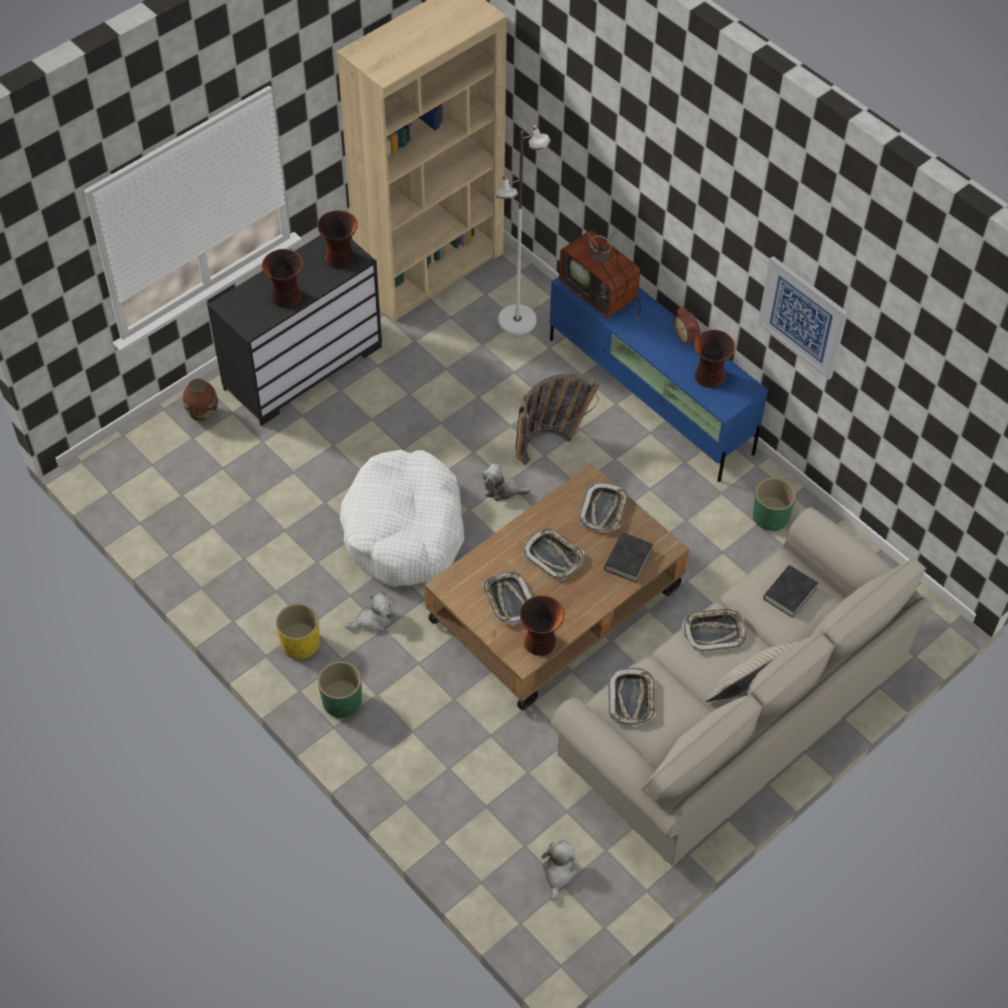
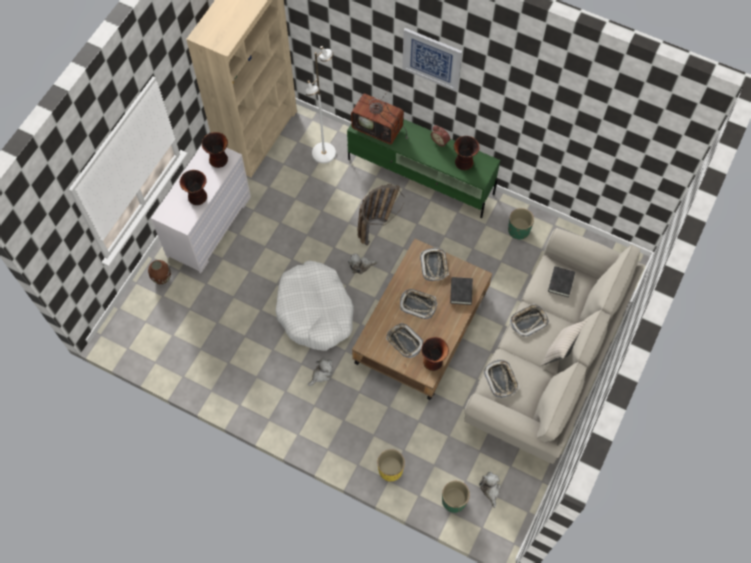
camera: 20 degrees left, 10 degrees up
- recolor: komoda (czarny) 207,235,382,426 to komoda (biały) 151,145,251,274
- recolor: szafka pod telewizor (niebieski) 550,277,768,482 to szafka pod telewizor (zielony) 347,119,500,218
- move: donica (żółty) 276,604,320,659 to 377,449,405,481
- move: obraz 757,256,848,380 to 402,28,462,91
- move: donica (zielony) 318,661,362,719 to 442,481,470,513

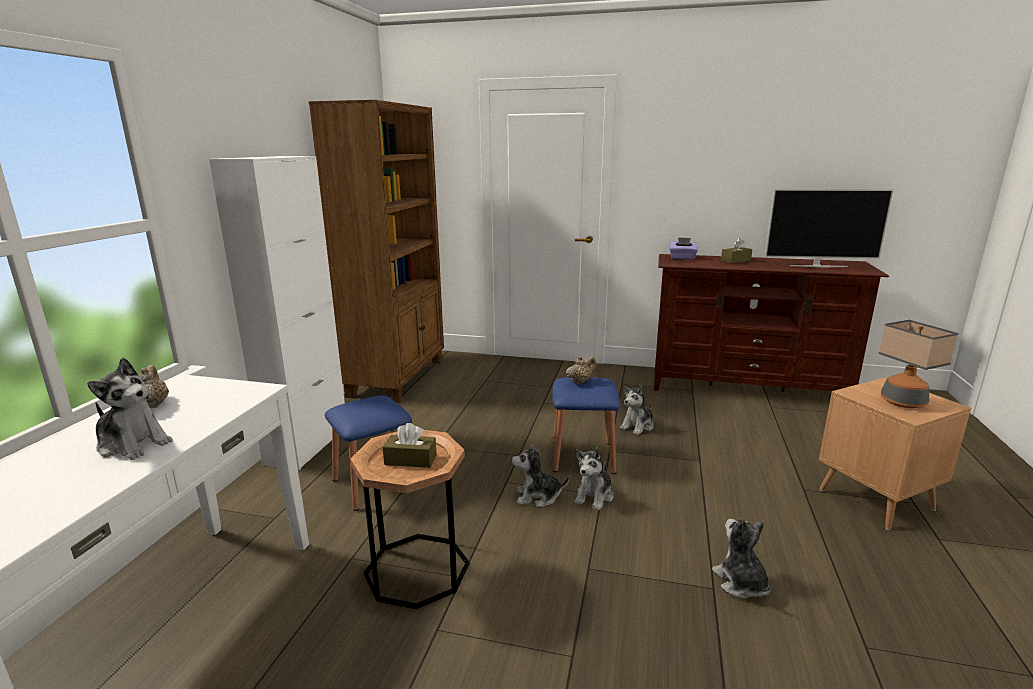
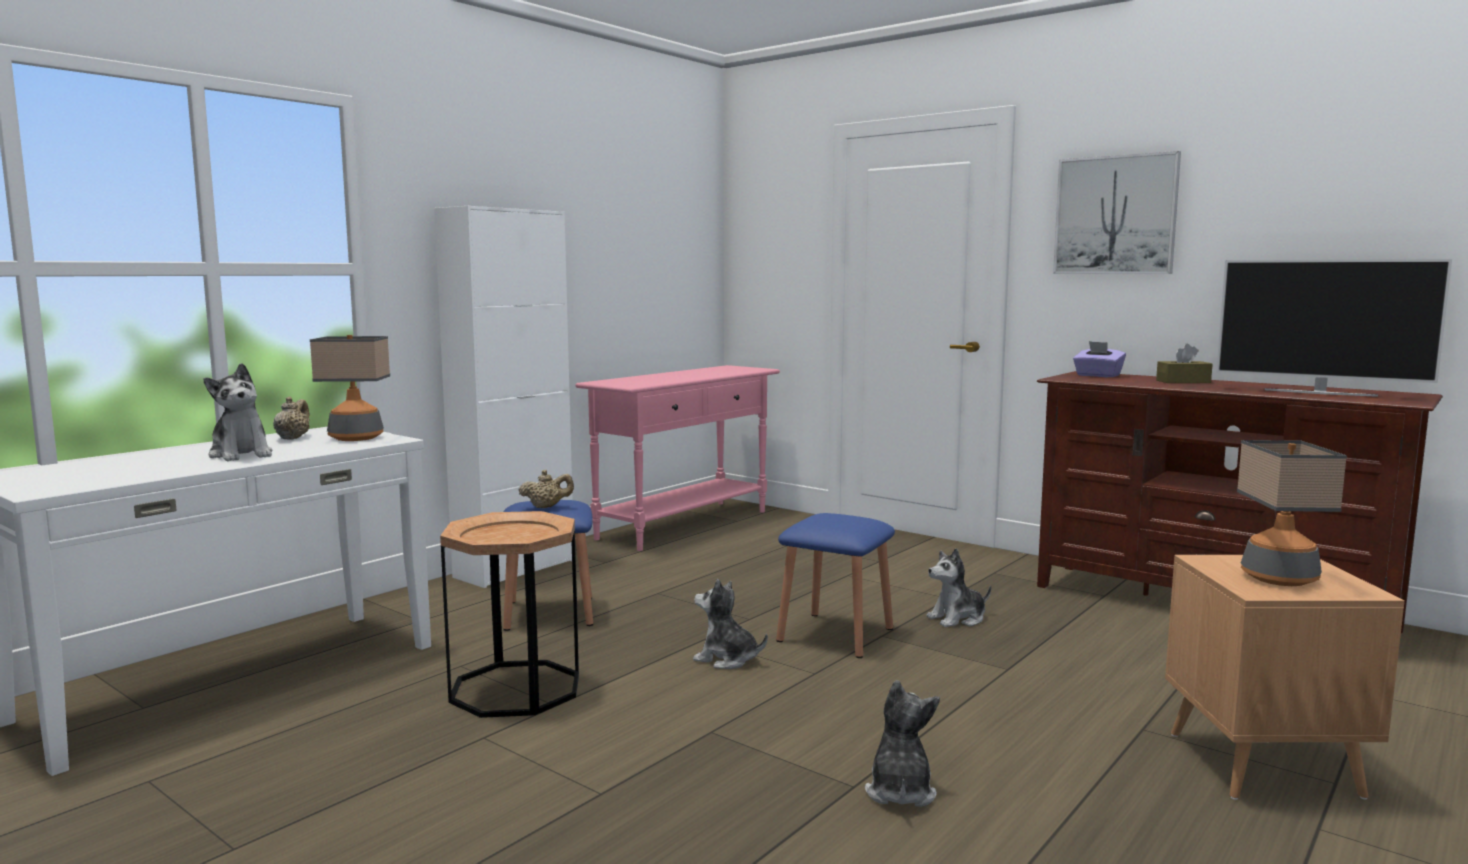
camera: 25 degrees right, 10 degrees down
- insert: lampa stołowa 310,335,390,441
- move: imbryk (beżowy) 566,356,596,384 to 518,470,574,508
- replace: regał (brązowy) 309,100,444,403 to stolik konsolowy (różowy) 576,365,780,551
- insert: obraz 1053,151,1181,274
- delete: pudełko chusteczek (brązowy) 383,423,437,468
- delete: pluszak 574,448,614,511

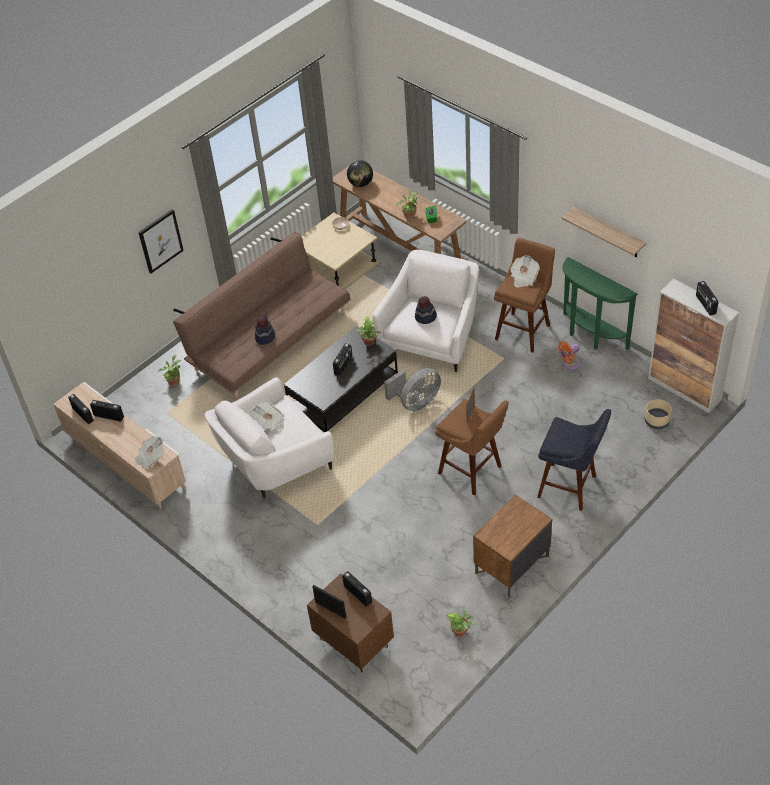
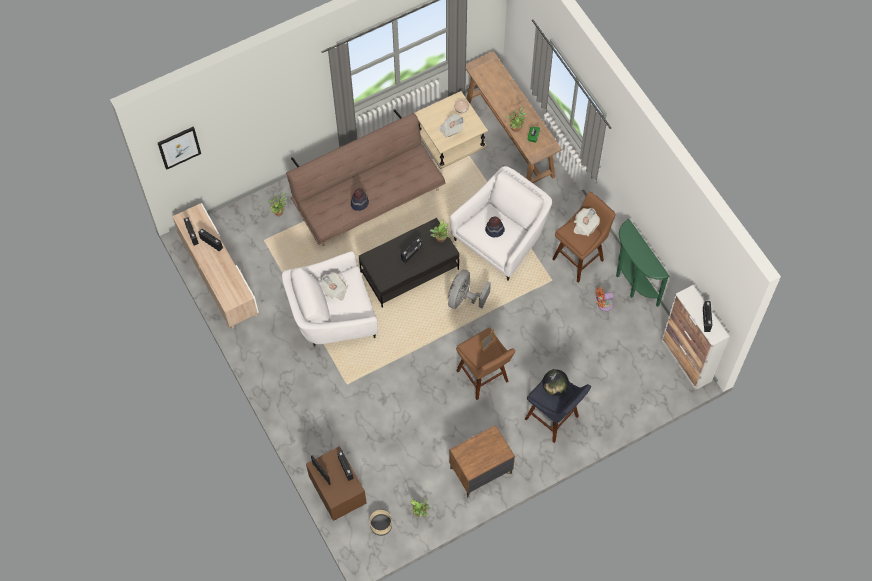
camera: 15 degrees right, 15 degrees up
- move: obraz 138,209,184,273 to 158,127,201,170
- move: donica (beżowy) 645,399,671,429 to 370,510,392,536
- move: gazeta 134,435,164,469 to 439,114,464,138
- rotate: wentylator (szary) 384,368,441,411 = 448,270,491,309 135 degrees clockwise
- move: globus 347,160,373,187 to 542,369,569,396
- delete: półka 561,207,646,257

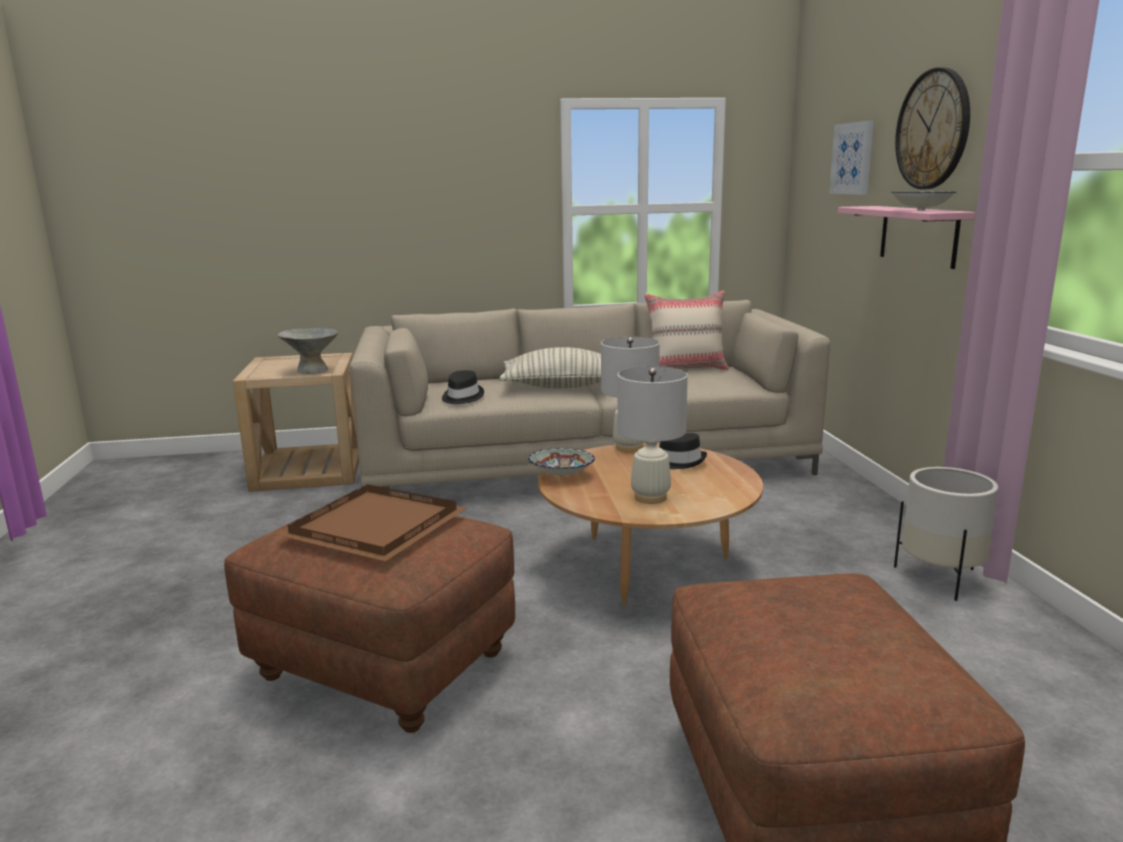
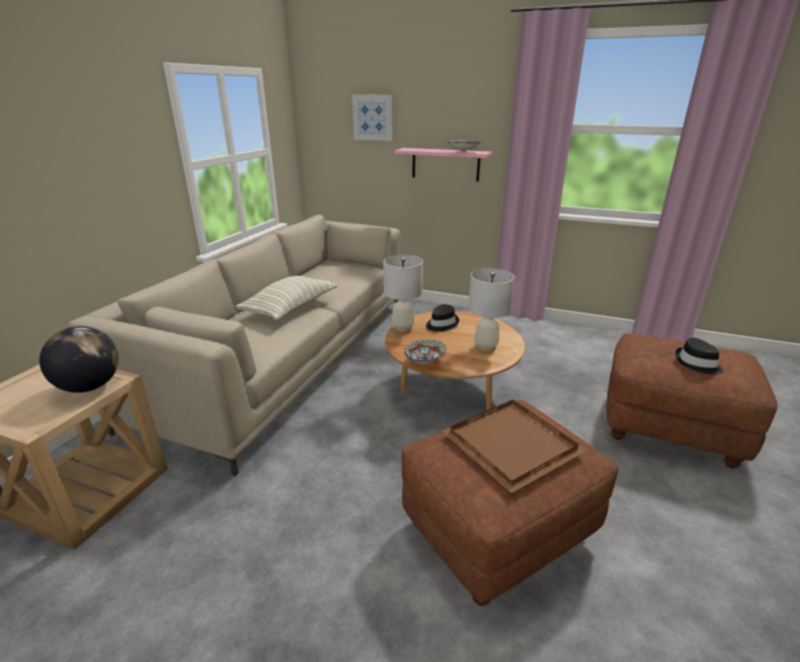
camera: 60 degrees left, 10 degrees up
- replace: miska (szary) 278,328,338,374 to globus 39,326,119,393
- move: kapelusz (czarny) 442,370,484,404 to 675,338,723,374
- delete: poduszka (beżowy) 644,291,729,370
- delete: donica (biały) 894,467,998,601
- delete: zegar ścienny 895,68,970,189

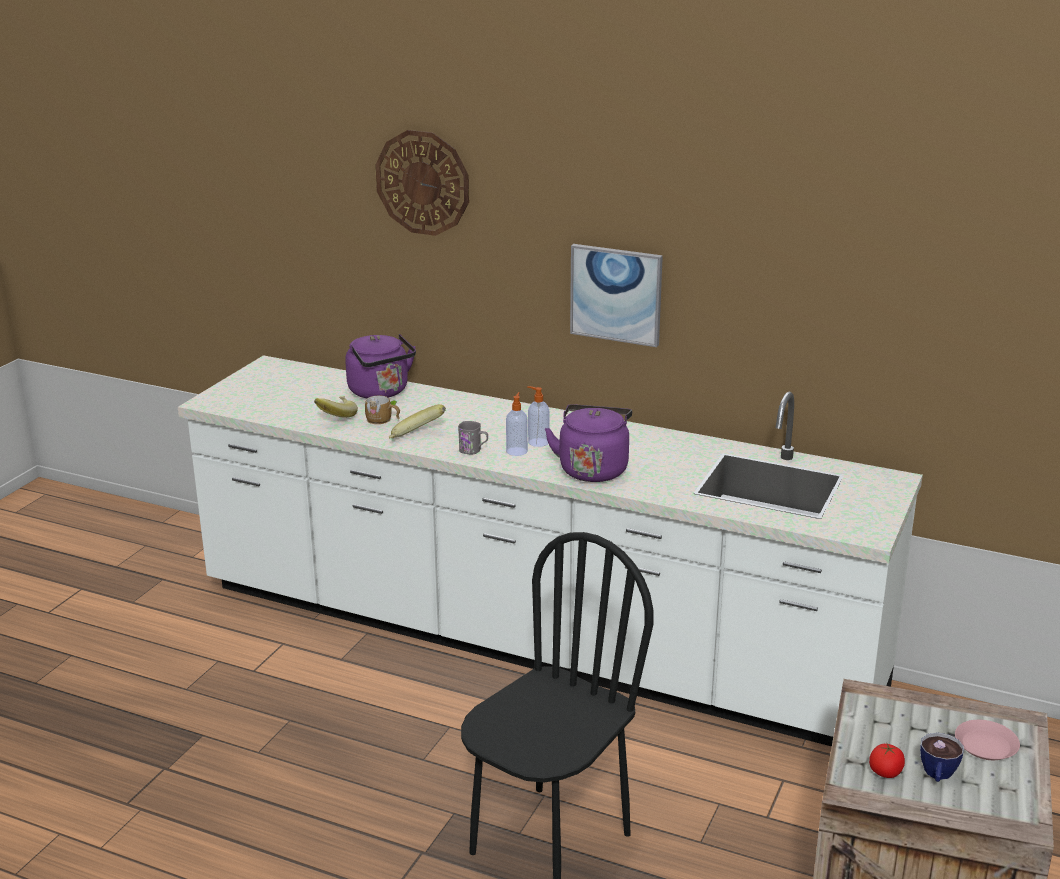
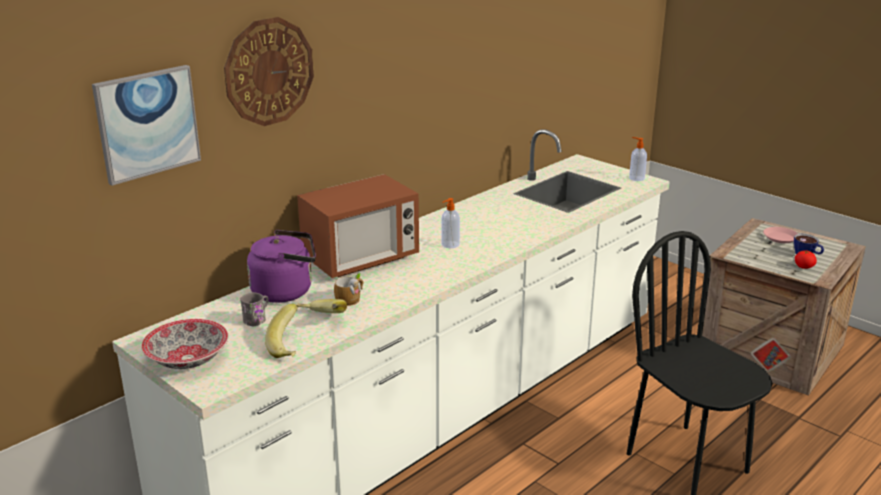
camera: 70 degrees left, 0 degrees up
- move: obraz 570,244,663,347 to 92,65,201,186
- insert: miska 141,319,228,369
- move: kubek (szary) 458,421,488,454 to 240,292,268,326
- move: banan 389,404,446,438 to 265,304,298,358
- insert: mikrofalówka 297,174,419,278
- move: dozownik mydła 506,392,528,456 to 629,137,647,181
- delete: czajnik (fioletowy) 545,404,632,482

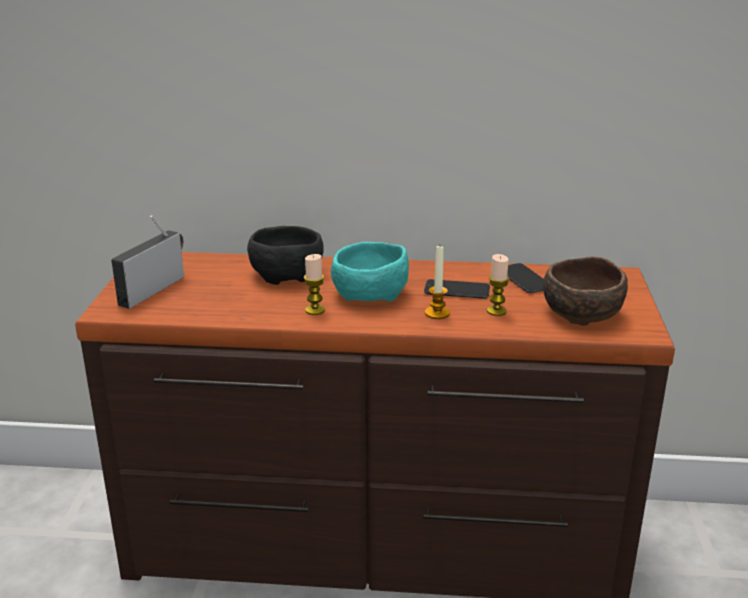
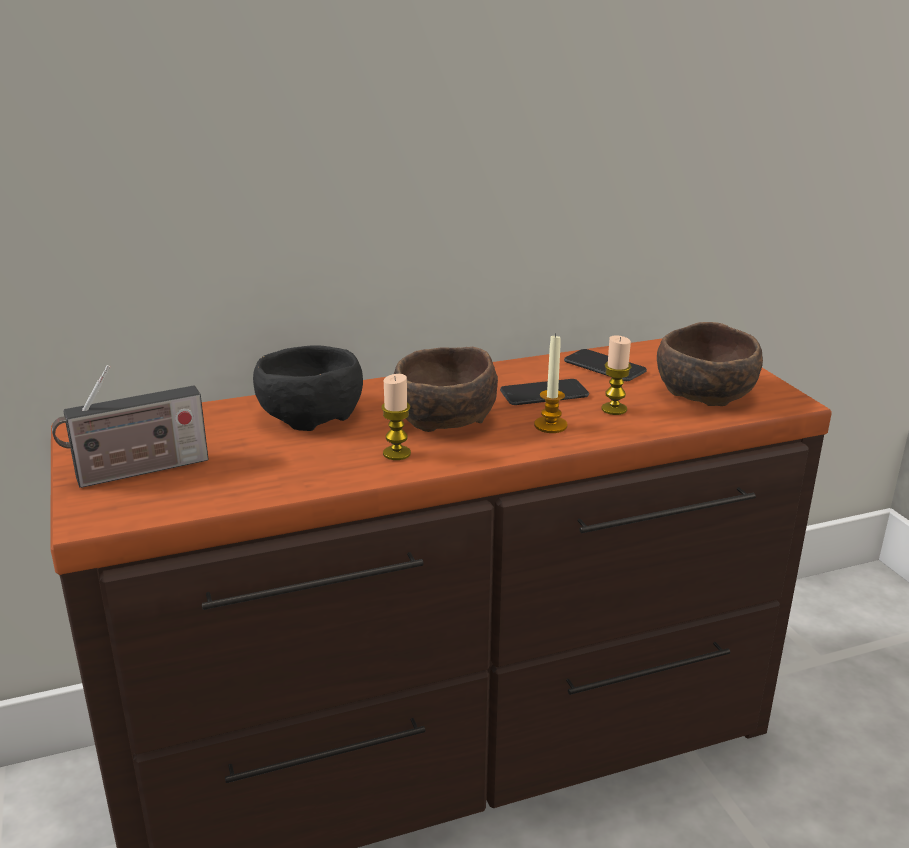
camera: 25 degrees left, 0 degrees up
- rotate: radio 111,215,184,309 = 52,365,208,488 120 degrees counterclockwise
- recolor: miska (turkusowy) 331,242,409,302 to miska (brązowy) 394,347,498,432

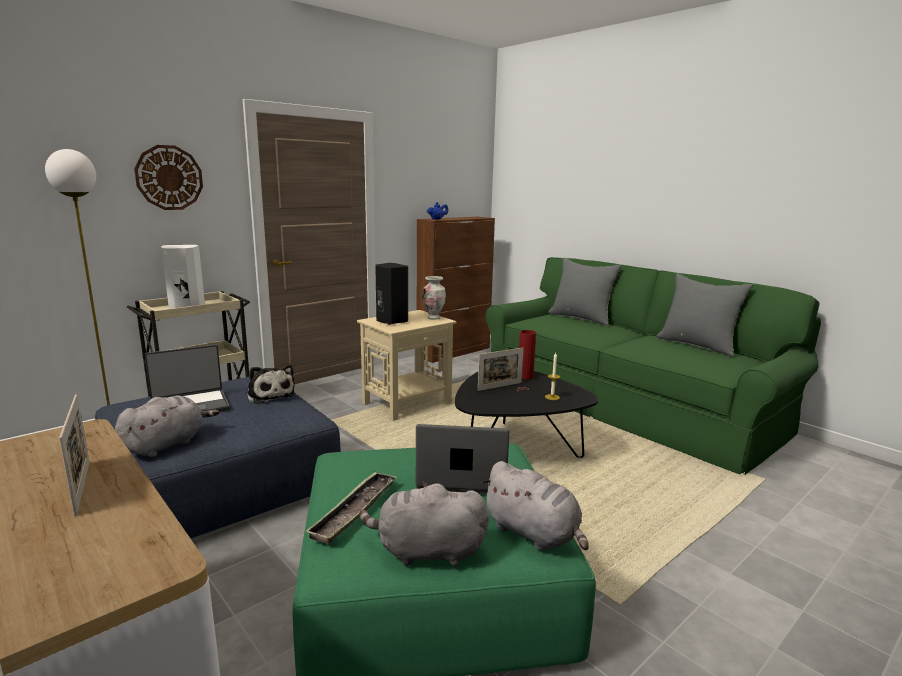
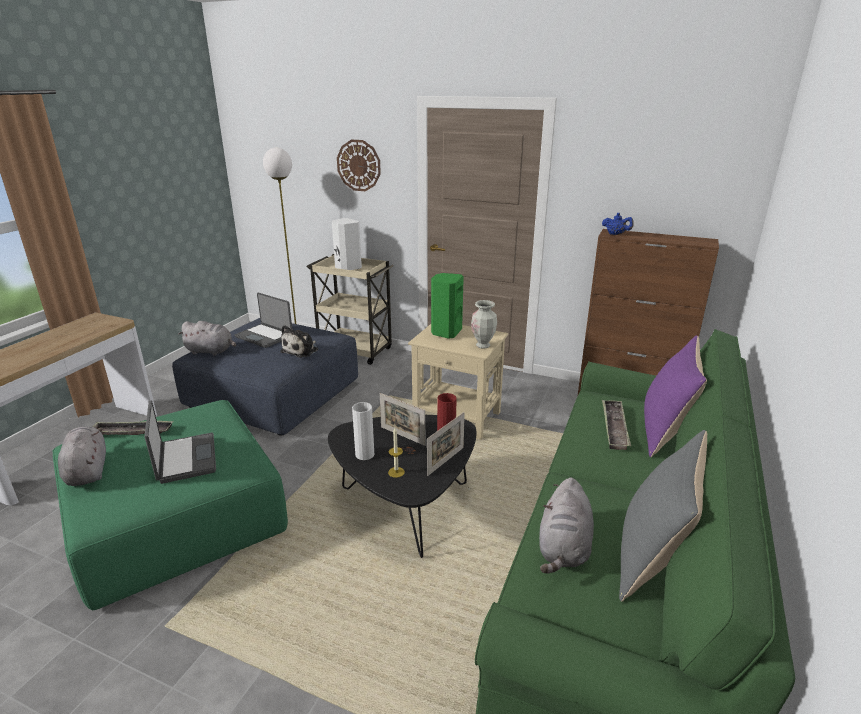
camera: 65 degrees right, 10 degrees up
- insert: wazon (biały) 352,402,374,460
- move: ramka na zdjęcie 59,394,89,516 to 427,412,465,476
- recolor: głośnik (czarny) 375,263,408,325 to głośnik (zielony) 431,273,464,339
- move: pluszak (szary) 481,461,589,551 to 539,478,594,573
- insert: taca 602,400,631,450
- recolor: poduszka (szary) 548,258,622,326 to poduszka (fioletowy) 644,336,707,457

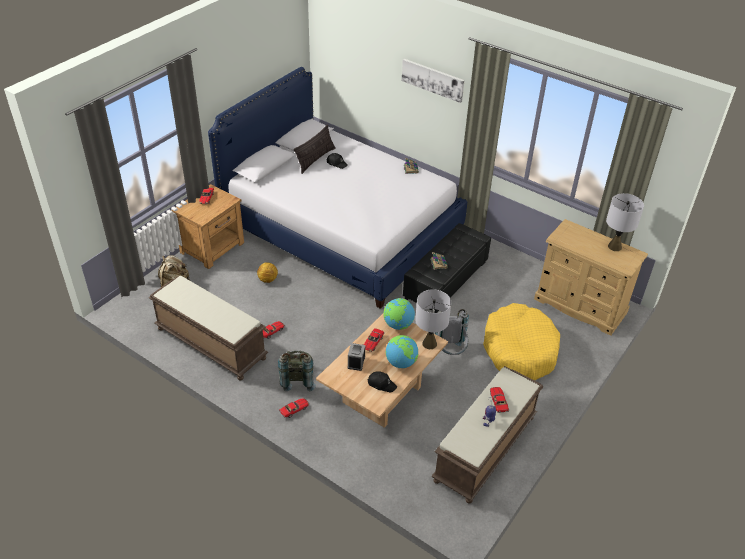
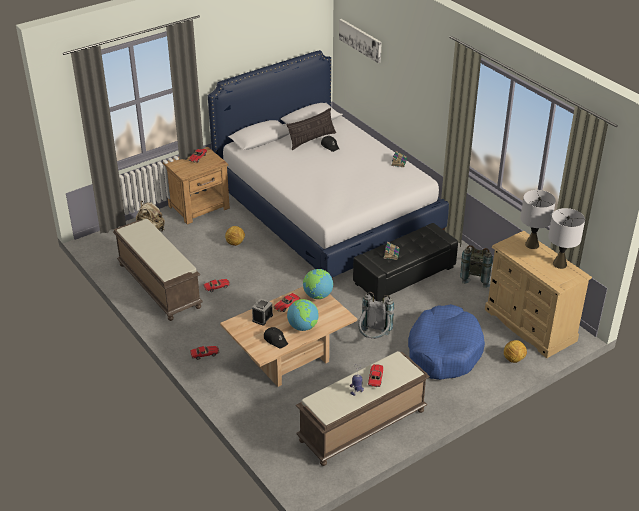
camera: 20 degrees right, 5 degrees down
- move: obraz 402,59,465,103 to 339,19,382,63
- recolor: legowisko (żółty) 483,303,560,381 to legowisko (niebieski) 408,304,485,380
- move: plecak (szary) 278,351,316,391 to 460,245,493,288
- insert: piłka futbolowa 504,340,527,363
- move: lampa stołowa (szary) 415,289,451,349 to 520,190,556,249

